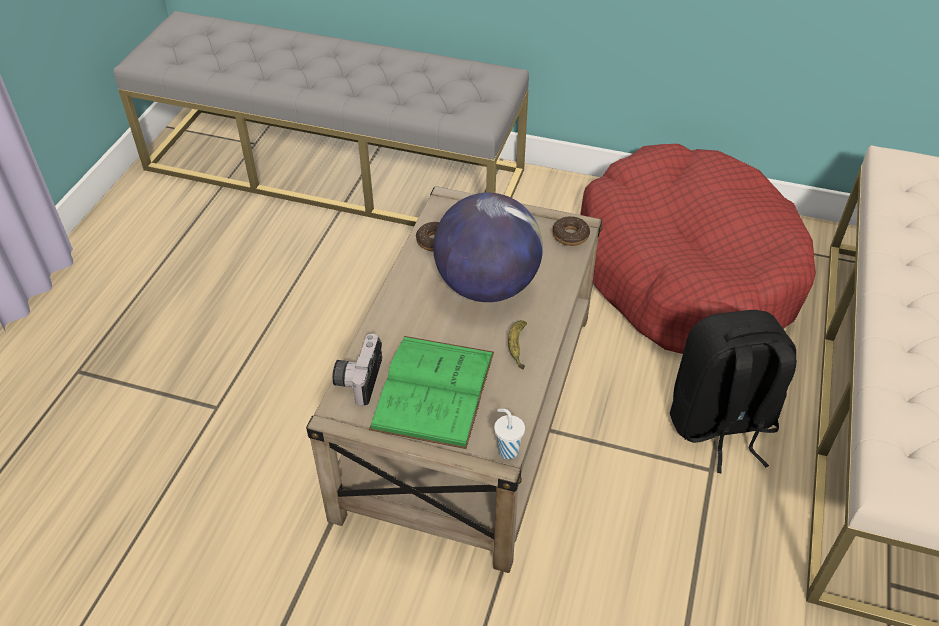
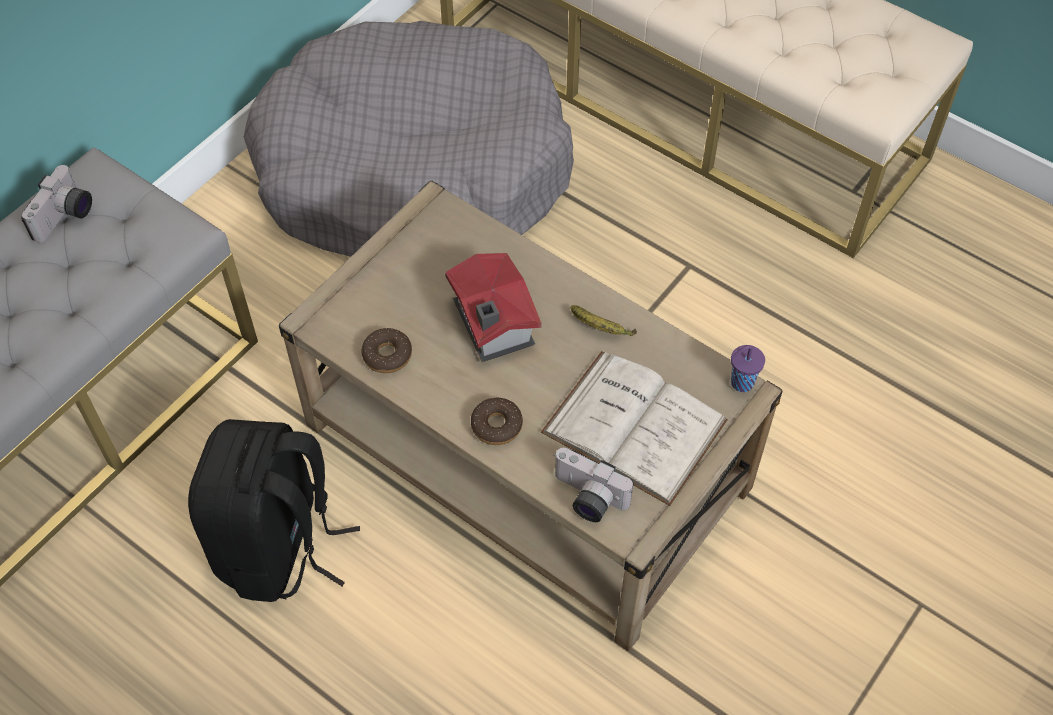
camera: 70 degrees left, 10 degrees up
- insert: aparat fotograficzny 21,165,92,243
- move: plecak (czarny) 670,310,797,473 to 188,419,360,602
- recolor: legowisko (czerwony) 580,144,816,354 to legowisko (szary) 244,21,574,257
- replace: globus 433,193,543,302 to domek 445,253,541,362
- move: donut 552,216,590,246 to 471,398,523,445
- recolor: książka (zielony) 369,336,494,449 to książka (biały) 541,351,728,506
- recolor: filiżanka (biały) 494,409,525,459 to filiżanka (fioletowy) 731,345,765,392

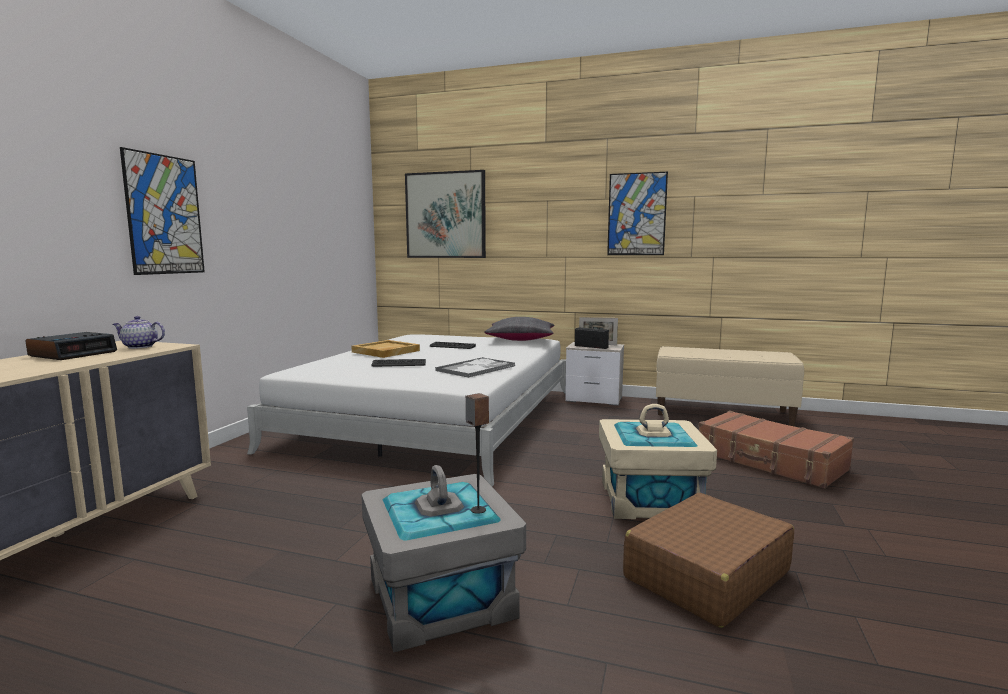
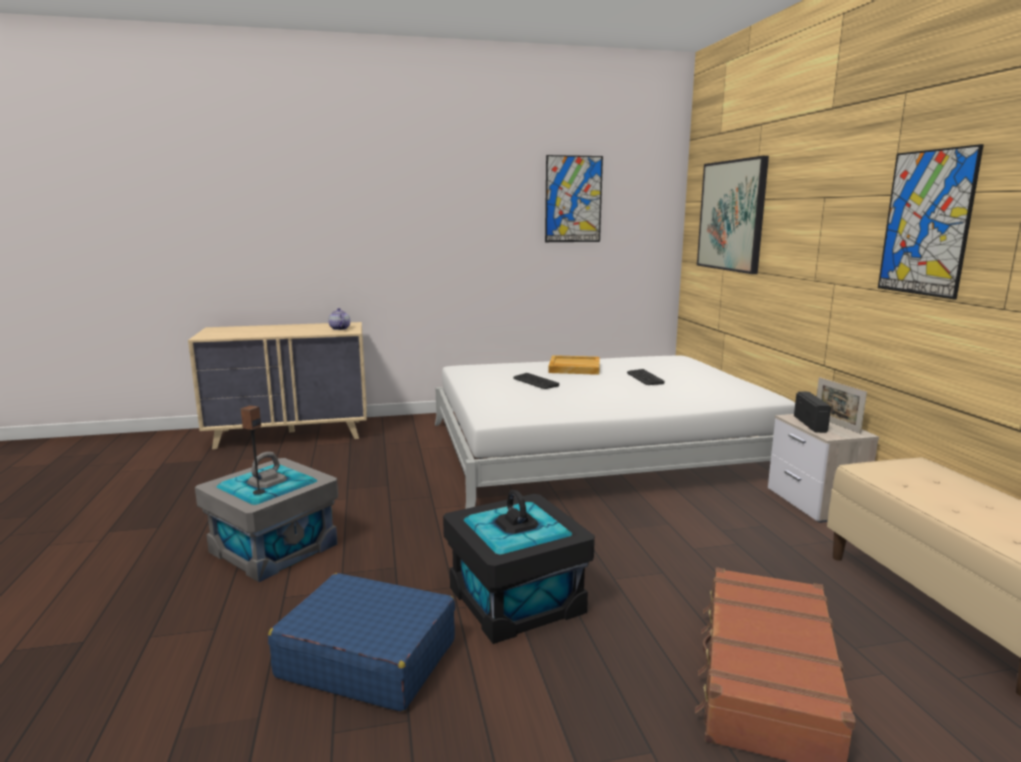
camera: 60 degrees right, 5 degrees up
- recolor: walizka (brązowy) 623,493,794,628 to walizka (niebieski) 268,573,455,712
- recolor: pojemnik do przechowywania (beżowy) 599,404,717,519 to pojemnik do przechowywania (czarny) 443,490,595,644
- move: obraz 120,147,205,275 to 545,155,603,242
- delete: budzik 25,332,117,360
- delete: taca 435,357,515,378
- delete: poduszka (czarny) 484,317,554,341

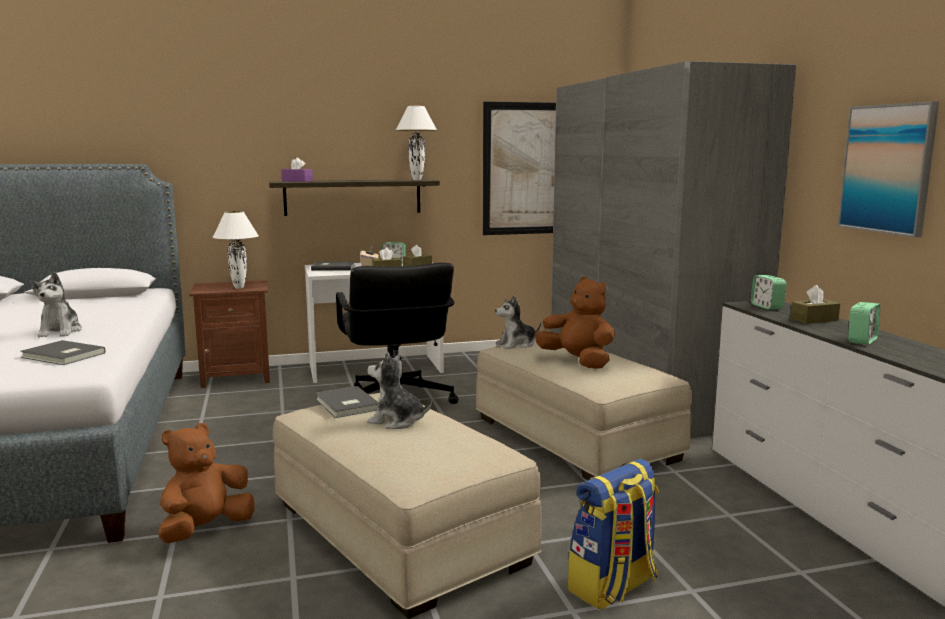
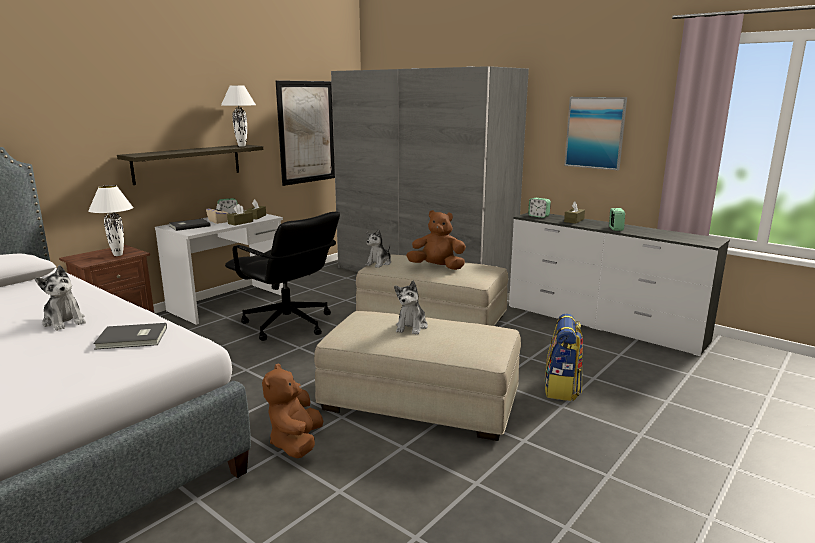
camera: 35 degrees left, 5 degrees up
- rotate: pluszak 367,351,432,429 = 394,281,428,335 60 degrees counterclockwise
- delete: pudełko chusteczek (fioletowy) 281,158,313,182
- delete: książka (szary) 315,386,379,418

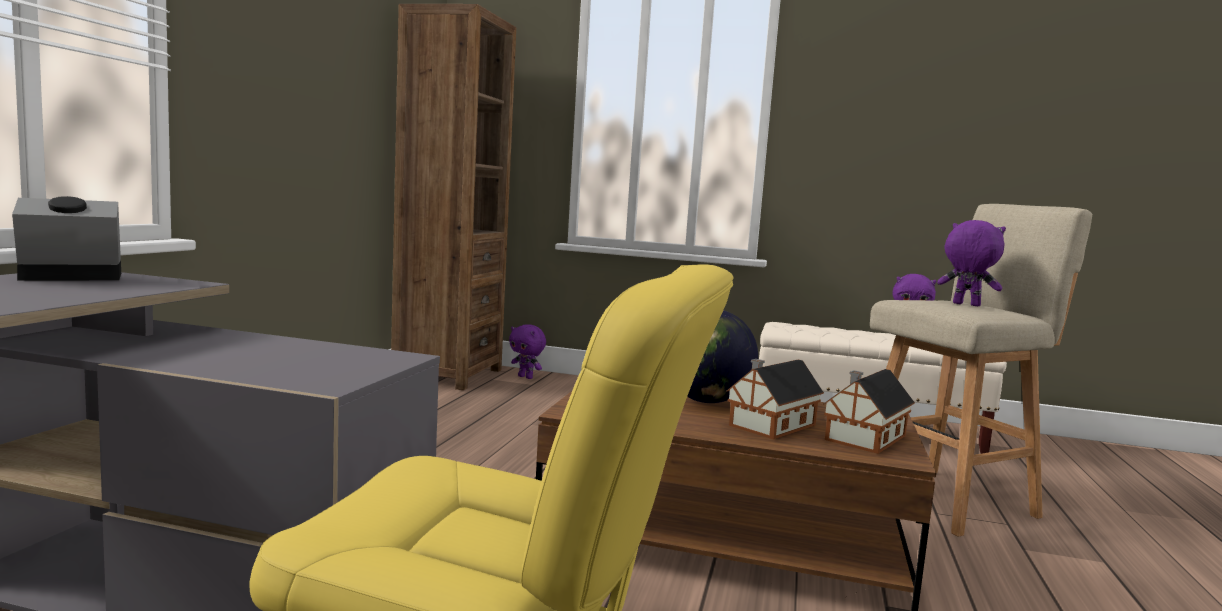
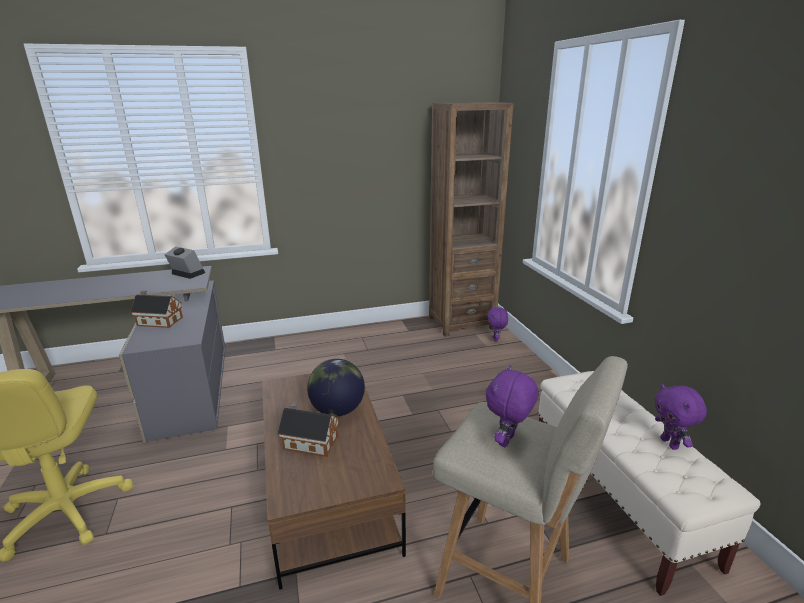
camera: 60 degrees right, 15 degrees up
- move: domek 823,369,915,454 to 130,291,183,328
- rotate: pluszak (fioletowy) 937,220,1006,306 = 486,365,539,447 150 degrees counterclockwise

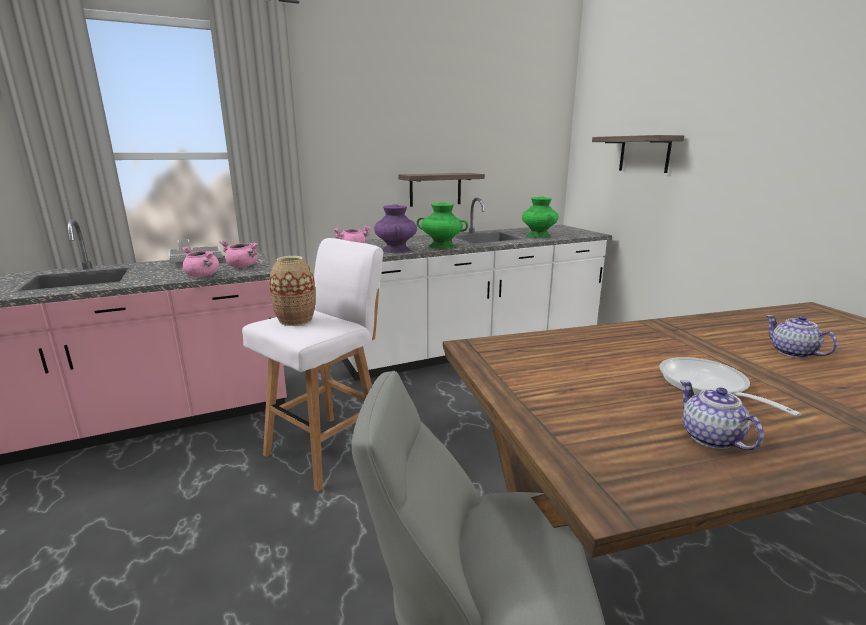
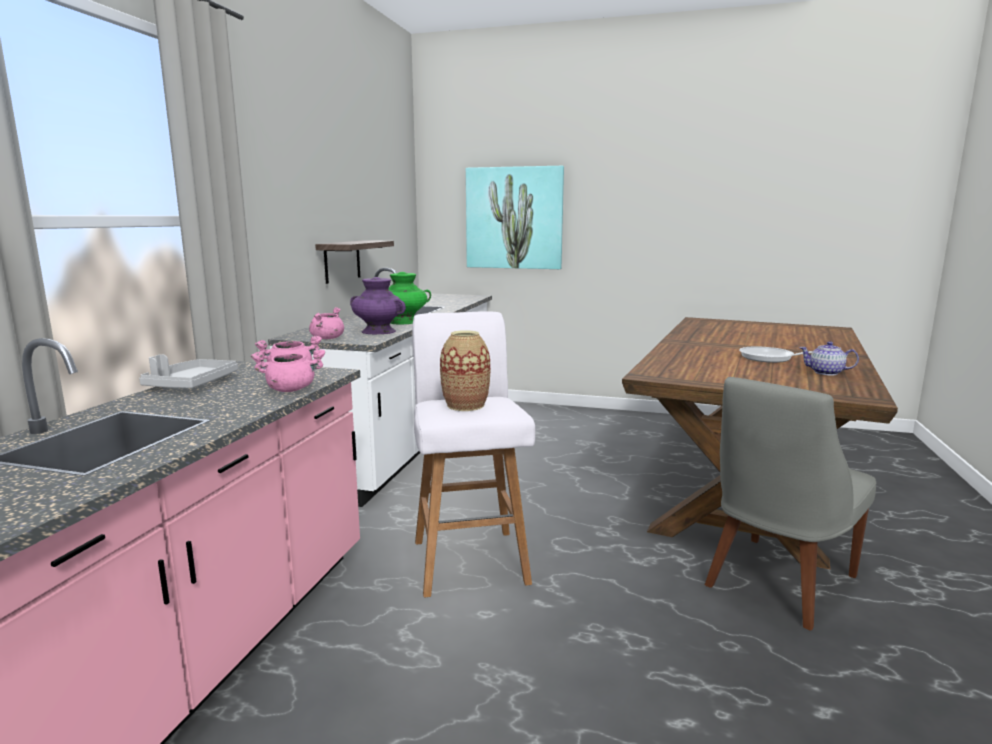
camera: 50 degrees left, 5 degrees down
- replace: półka 592,135,684,173 to obraz 466,166,564,269
- delete: wazon (zielony) 522,196,559,238
- delete: imbryk 766,315,838,358

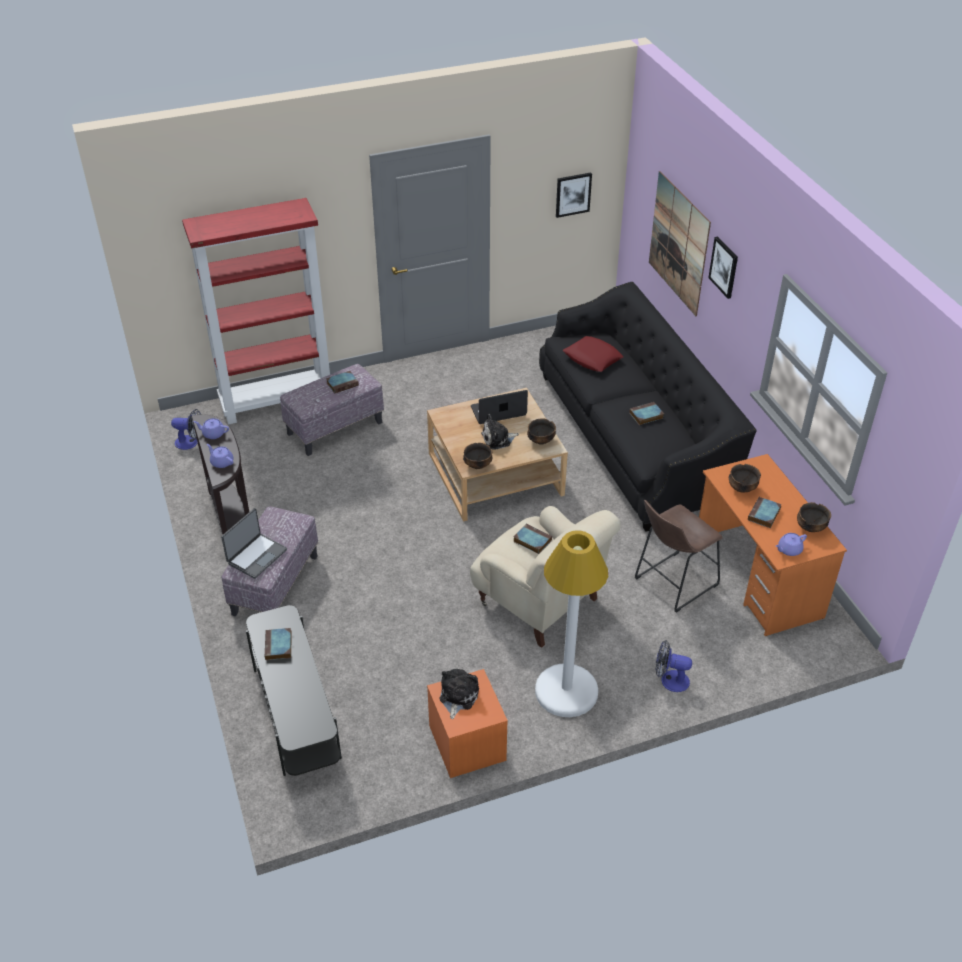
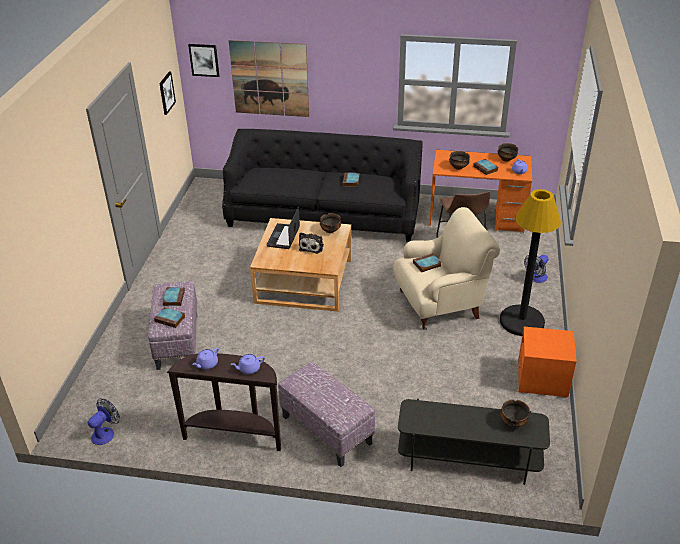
camera: 60 degrees left, 5 degrees down
- move: książka 265,628,292,660 to 154,307,185,328
- move: obraz 708,237,738,299 to 188,44,219,77
- recolor: lampa stojąca (biały) 535,530,608,717 to lampa stojąca (czarny) 500,189,561,336
- move: miska 463,443,493,469 to 500,399,530,427
- delete: regał (czerwony) 182,198,330,424
- delete: laptop 221,508,287,579
- delete: pluszak 440,669,479,719
- delete: poduszka (czerwony) 563,336,623,372

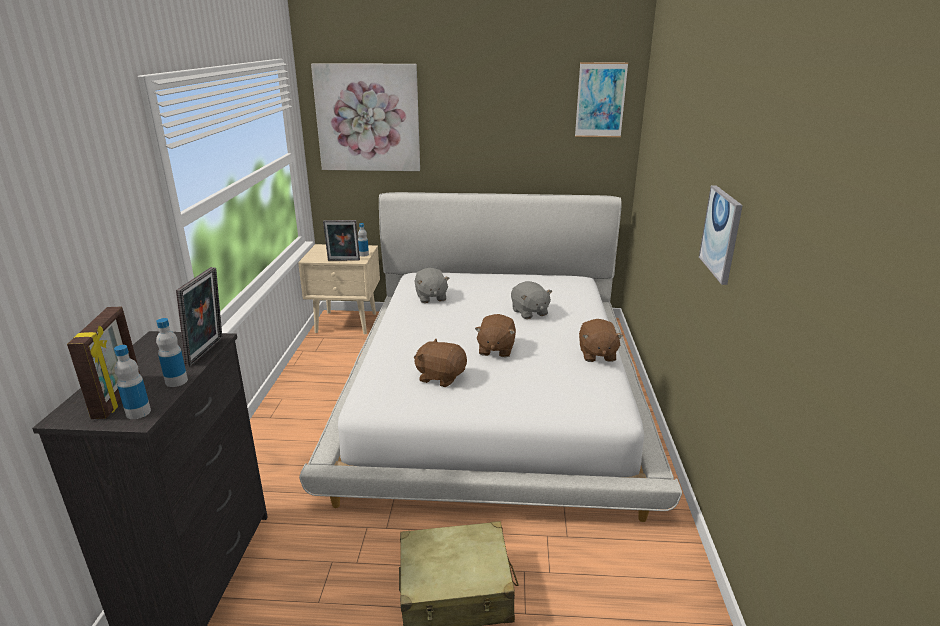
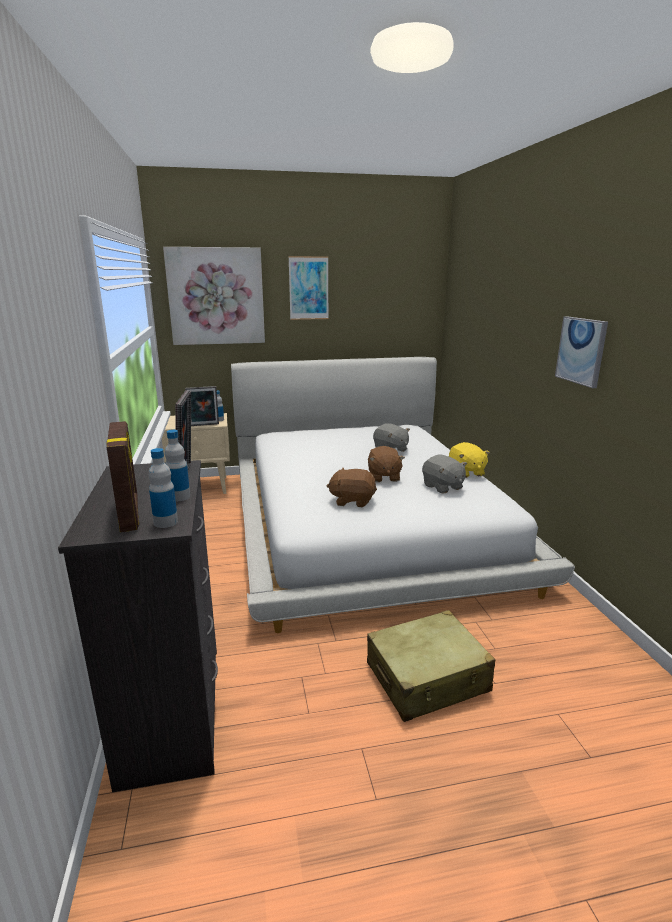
camera: 15 degrees left, 5 degrees down
- move: obraz 575,62,628,137 to 288,256,329,320
- move: pluszak (szary) 414,268,450,303 to 422,455,467,494
- recolor: pluszak (brązowy) 579,319,623,362 to pluszak (żółty) 449,442,490,478

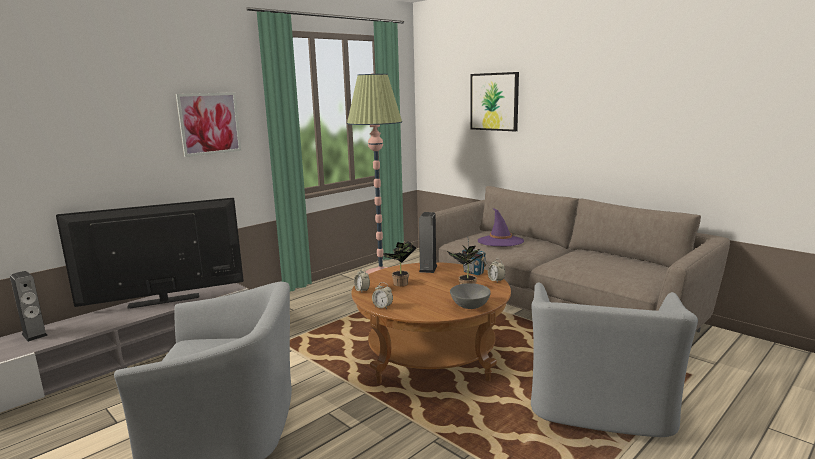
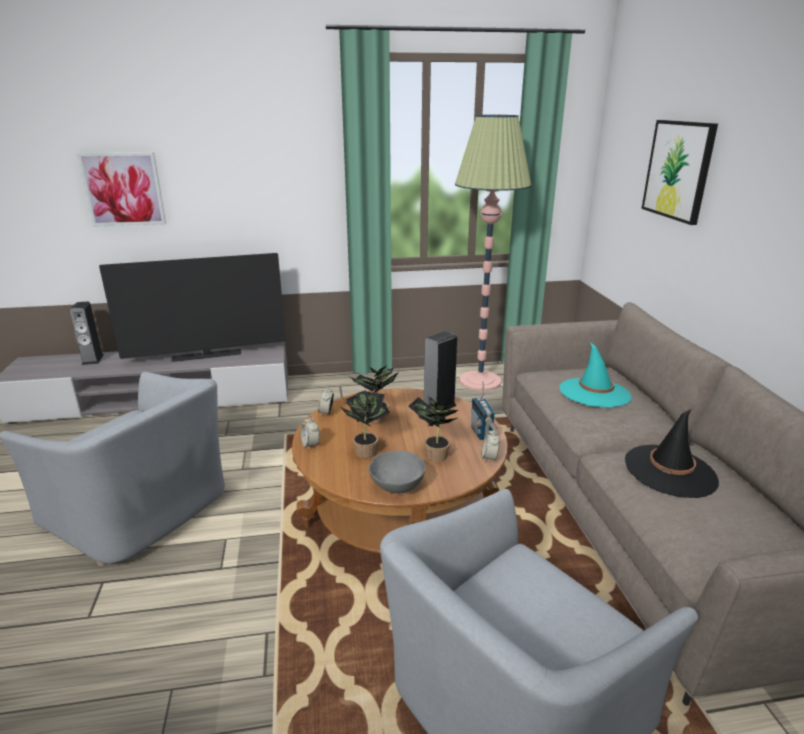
camera: 35 degrees right, 10 degrees up
- move: obraz 175,92,242,157 to 77,152,166,227
- rotate: telewizor 56,198,244,309 = 99,253,286,362 150 degrees clockwise
- insert: roślina doniczkowa 339,390,390,458
- recolor: kapelusz (fioletowy) 478,208,524,246 to kapelusz (turkusowy) 559,342,631,408
- insert: kapelusz (czarny) 625,409,719,498

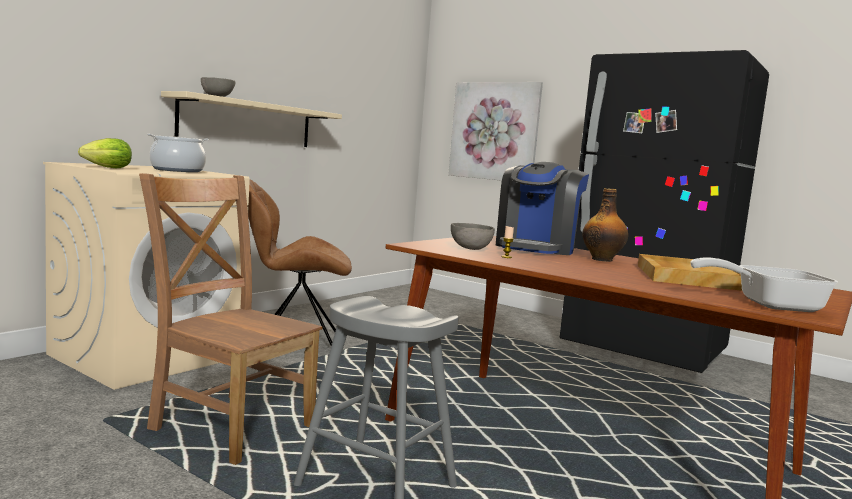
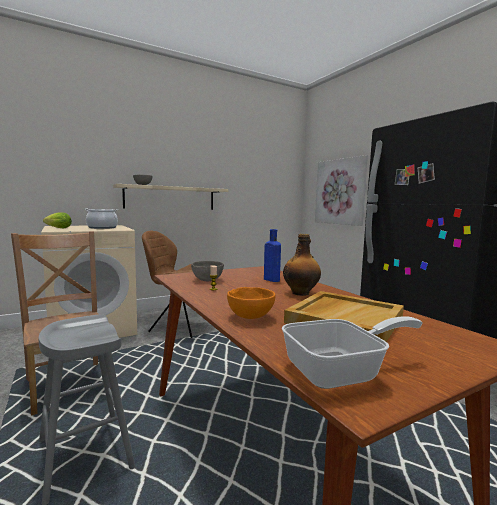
camera: 25 degrees right, 0 degrees up
- insert: miska (pomarańczowy) 227,287,275,319
- replace: ekspres do kawy 495,162,589,255 to butelka (niebieski) 264,229,281,282
- rotate: patelnia 690,257,838,312 = 282,316,422,389 135 degrees clockwise

